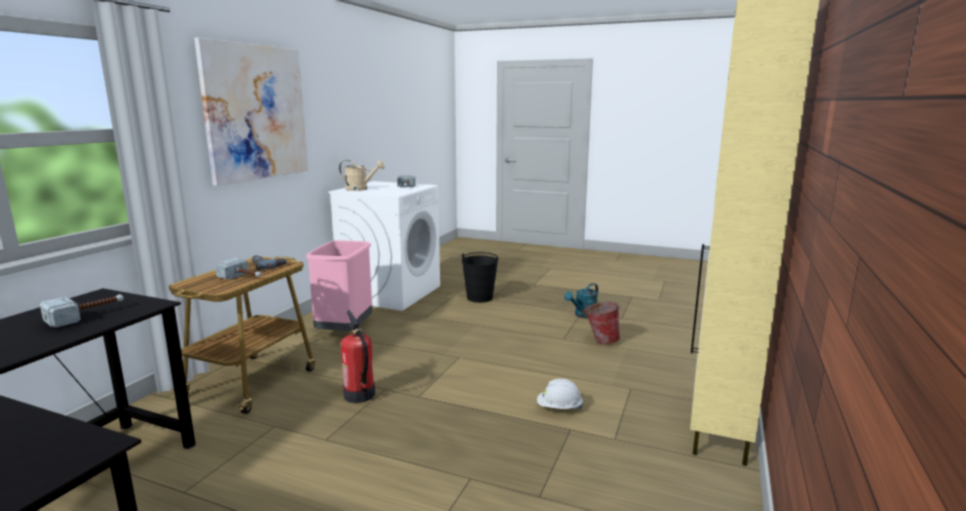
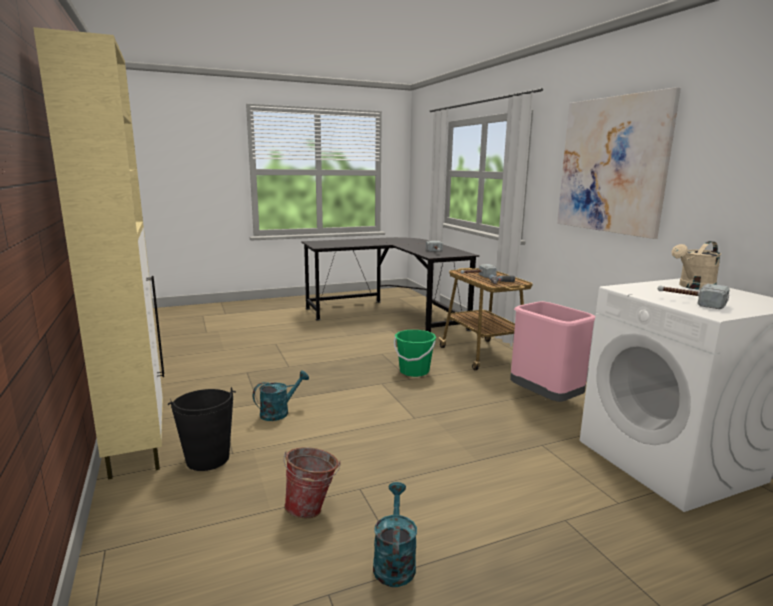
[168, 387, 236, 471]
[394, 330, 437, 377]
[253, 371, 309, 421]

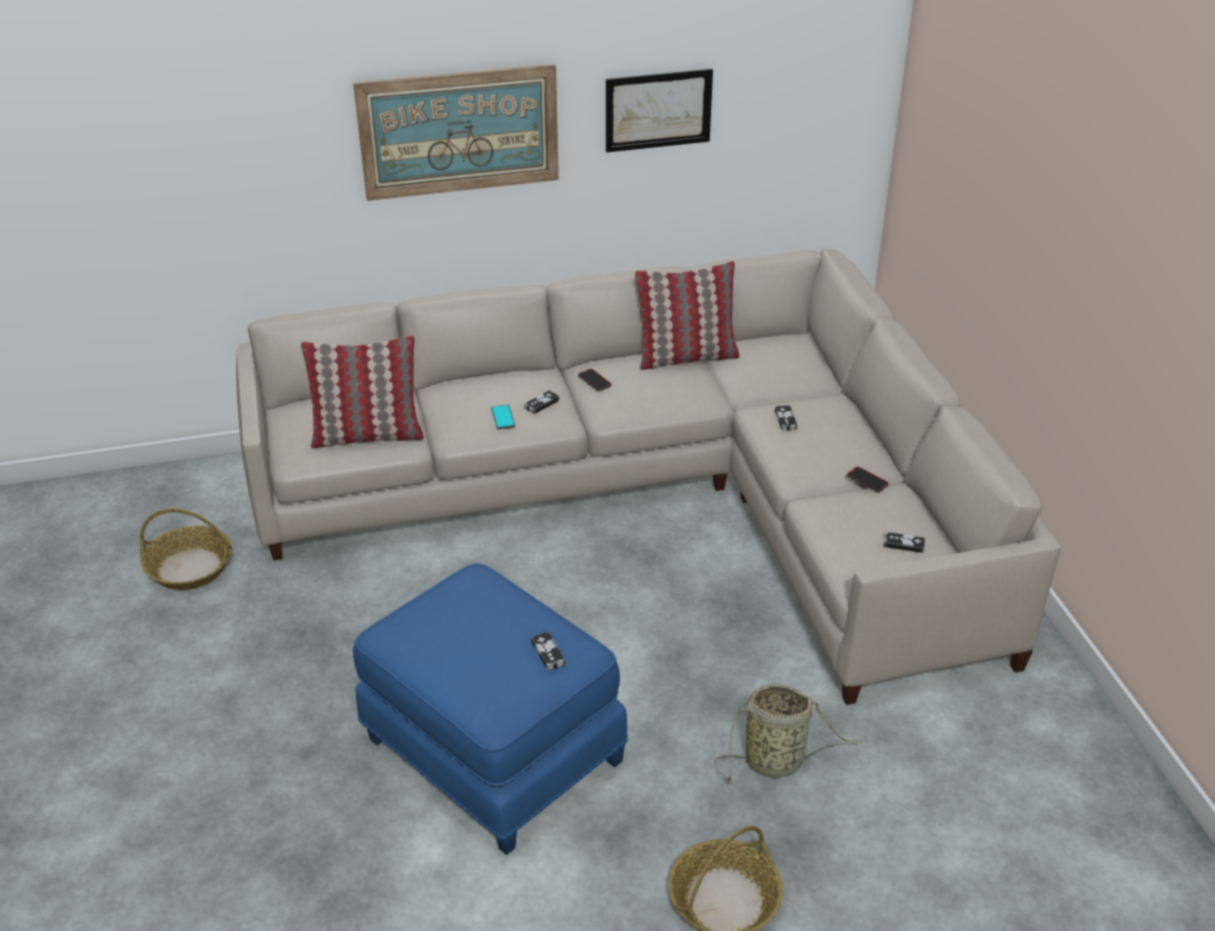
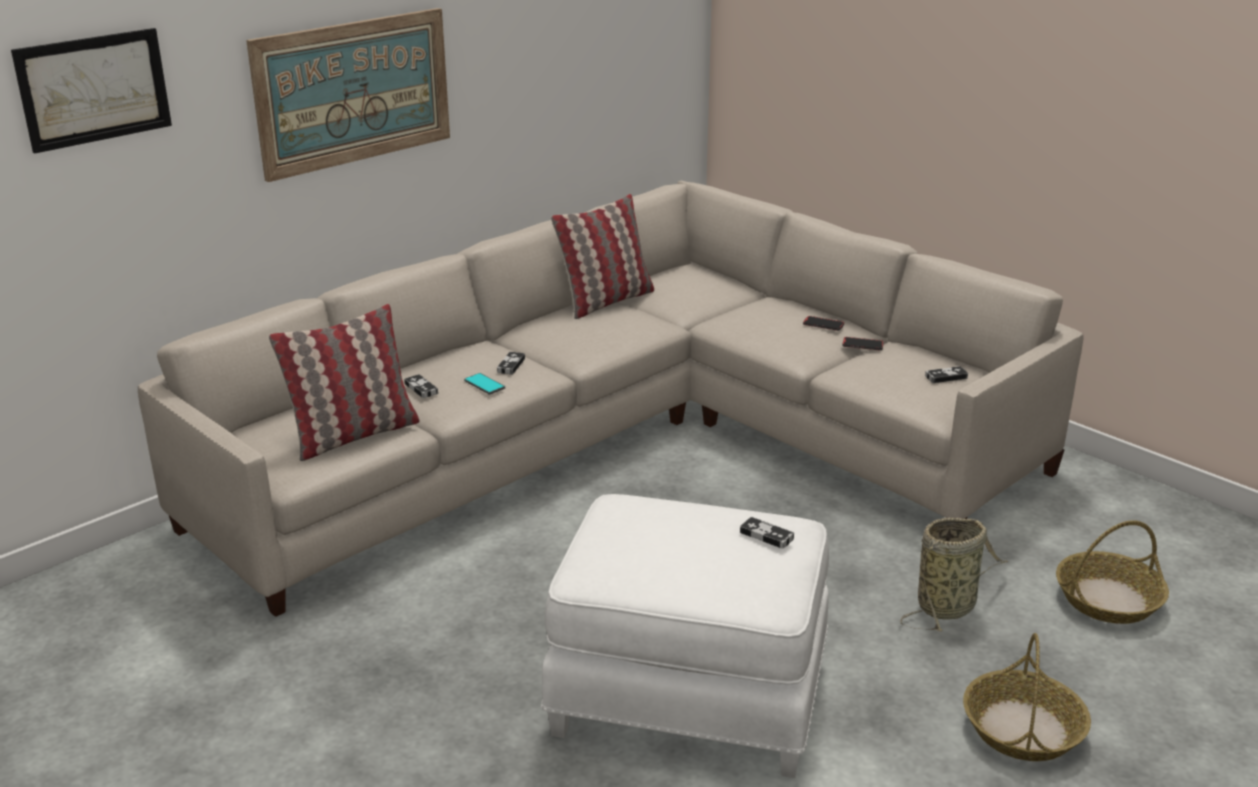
[1056, 520, 1169, 624]
[803, 316, 844, 331]
[11, 28, 172, 154]
[404, 374, 438, 398]
[541, 494, 829, 778]

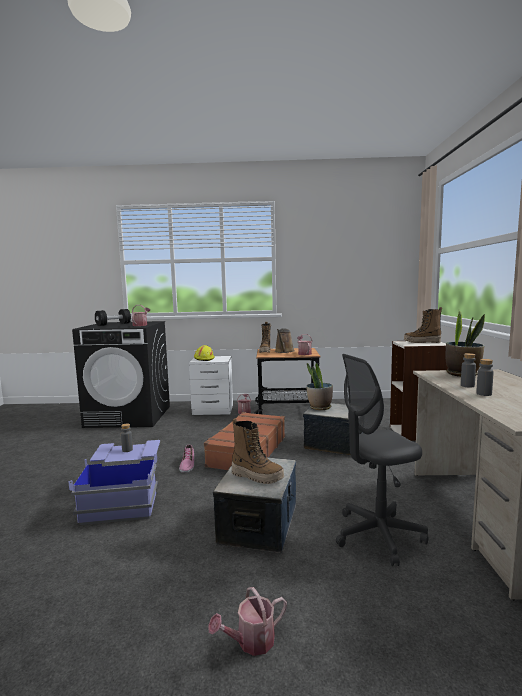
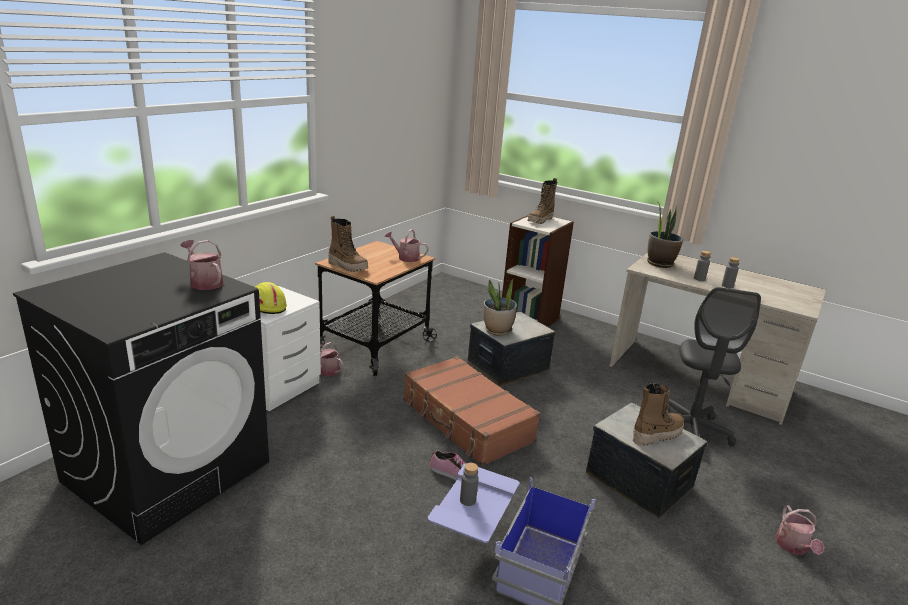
[95, 309, 131, 326] (first image)
[275, 329, 294, 353] (first image)

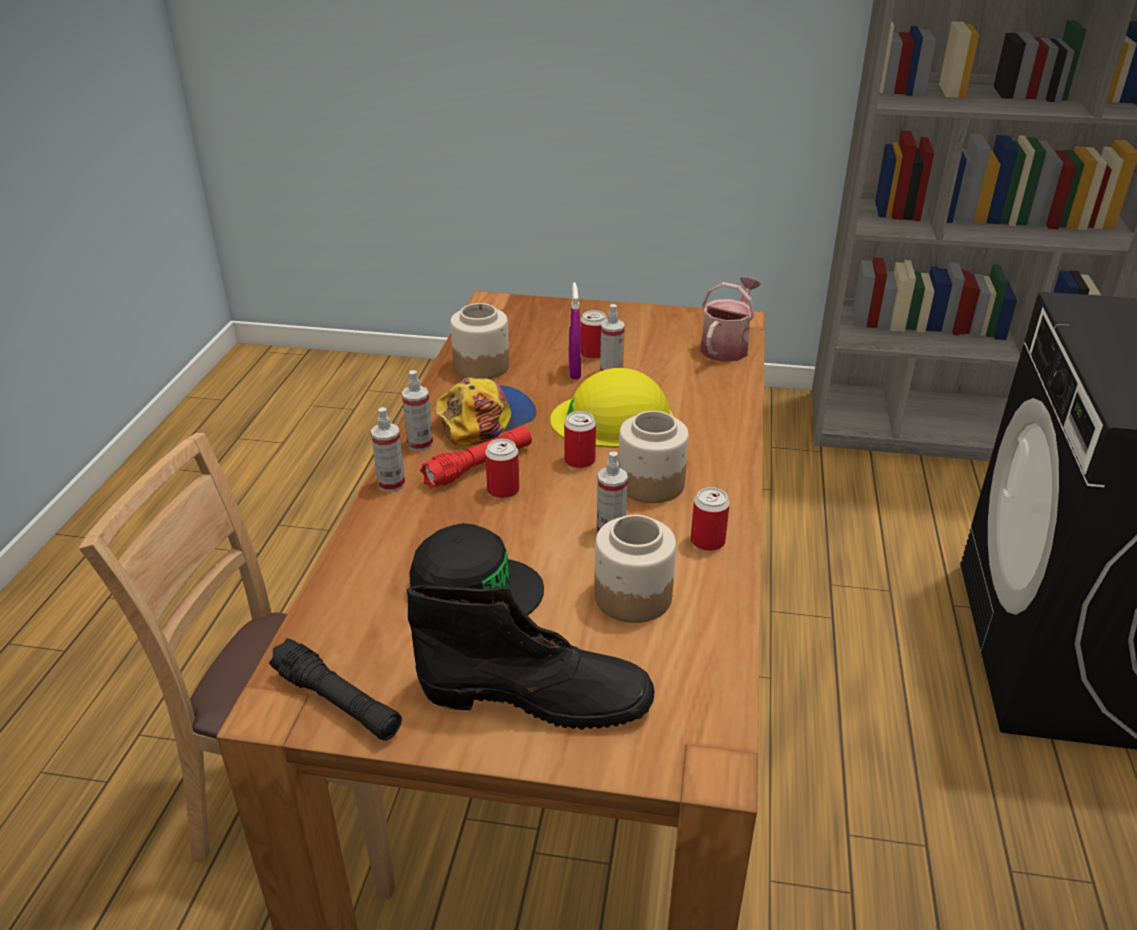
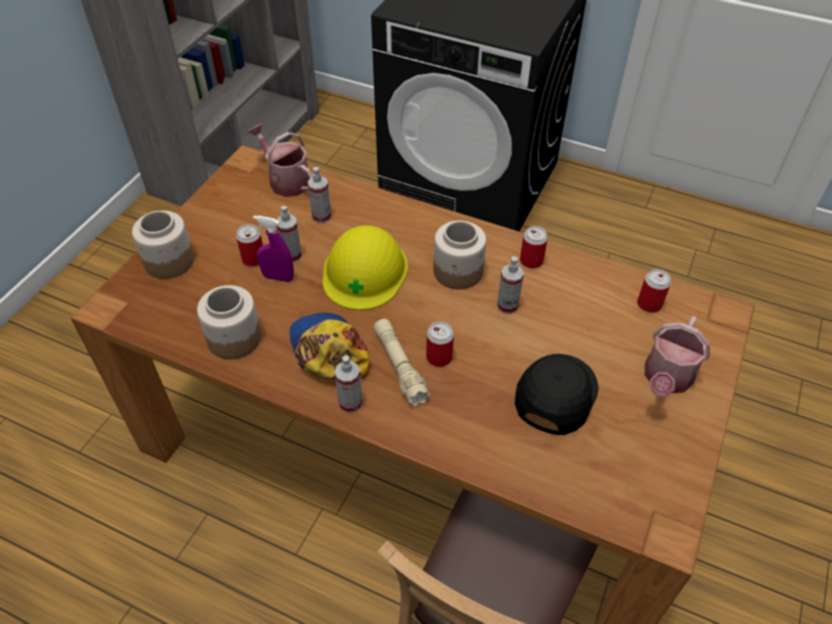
[269, 638, 402, 741] (first image)
[308, 167, 331, 223]
[637, 269, 671, 313]
[132, 211, 194, 279]
[645, 316, 710, 397]
[373, 319, 431, 407]

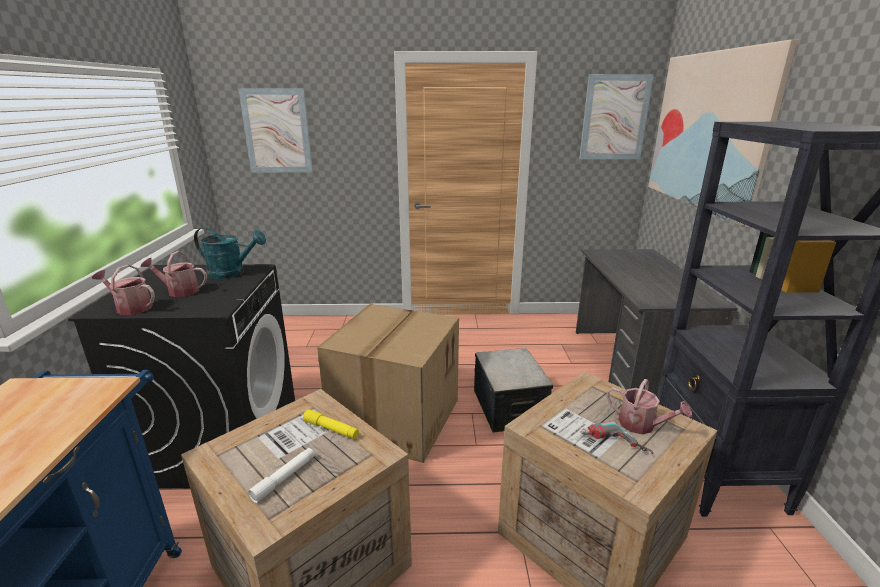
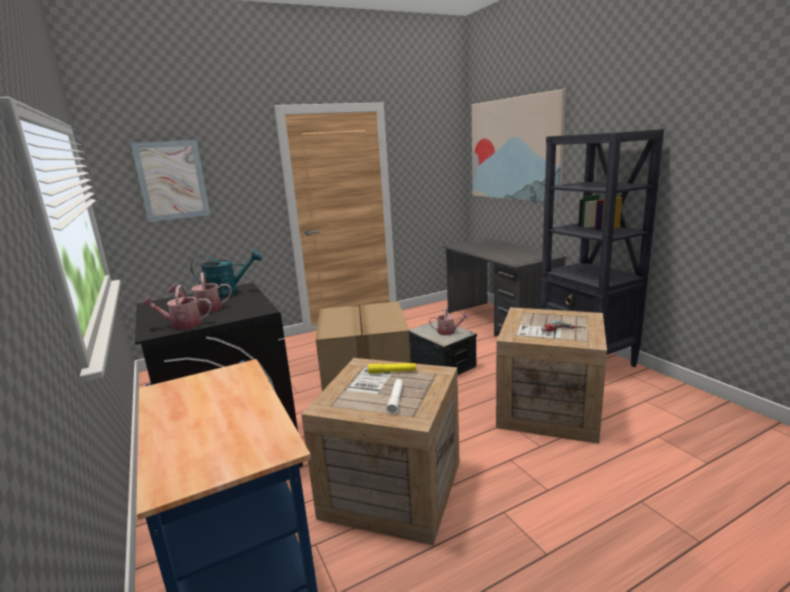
[579, 74, 654, 159] (first image)
[429, 307, 469, 335]

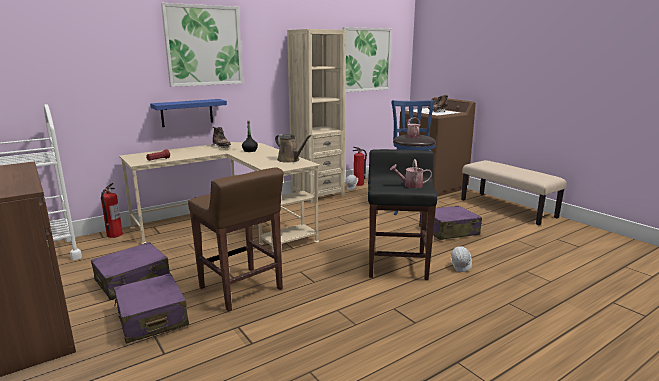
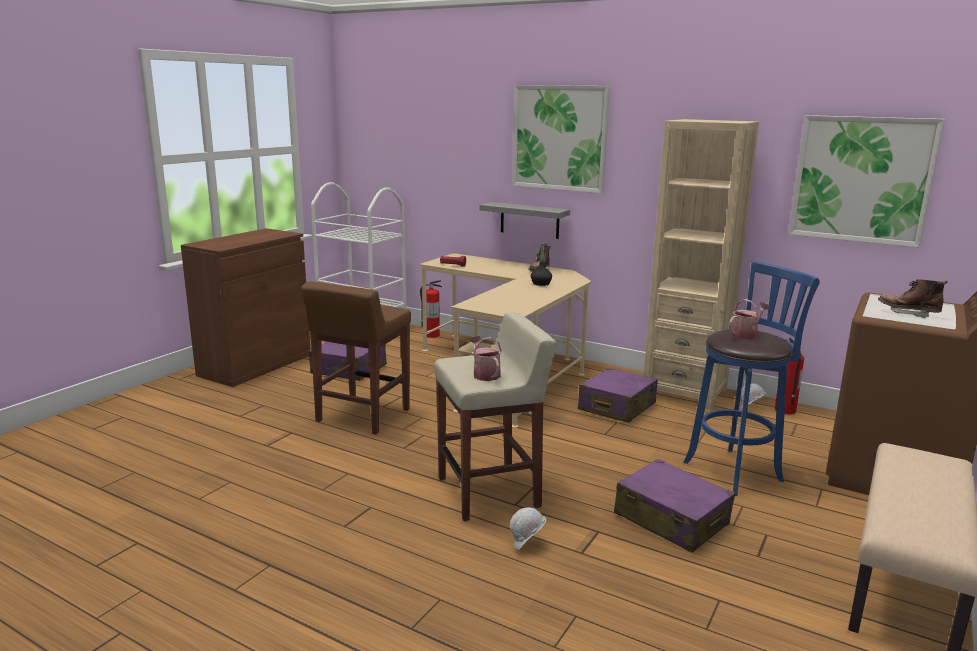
[275, 134, 311, 163] (first image)
[578, 368, 658, 423]
[480, 202, 570, 239]
[434, 312, 557, 521]

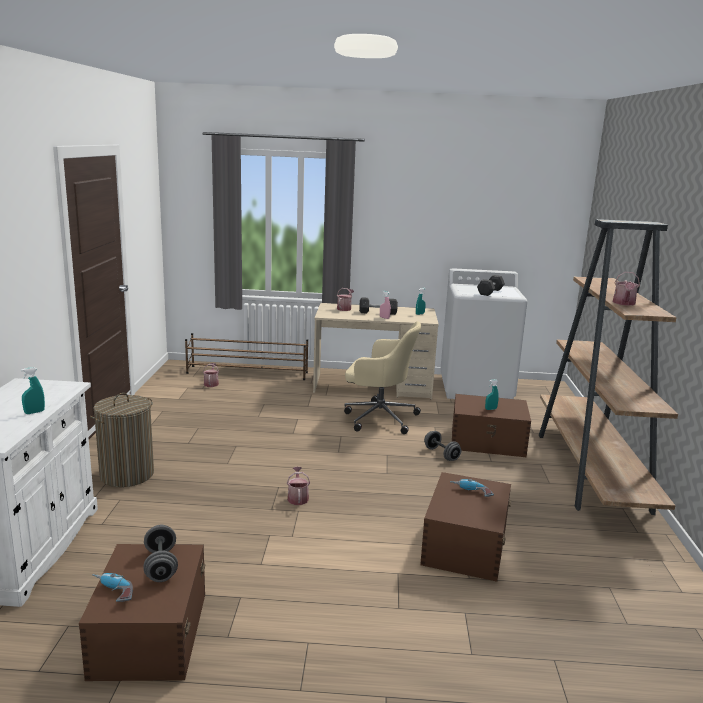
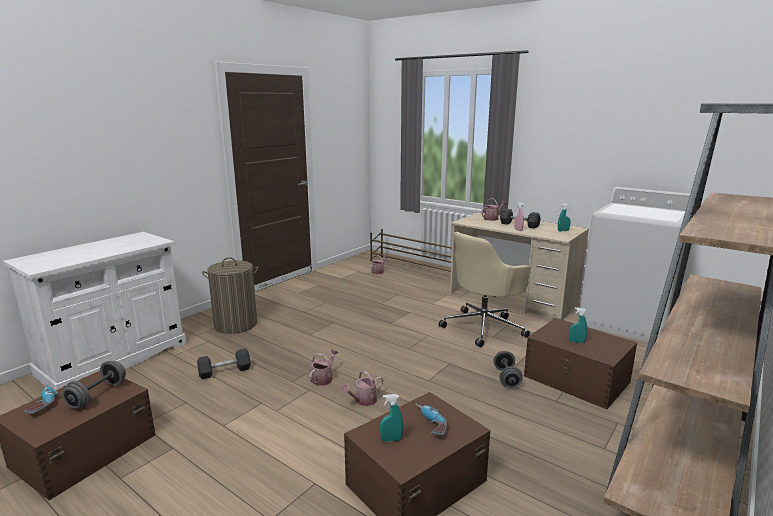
[380, 394, 403, 442]
[197, 349, 251, 379]
[341, 371, 383, 406]
[439, 232, 531, 347]

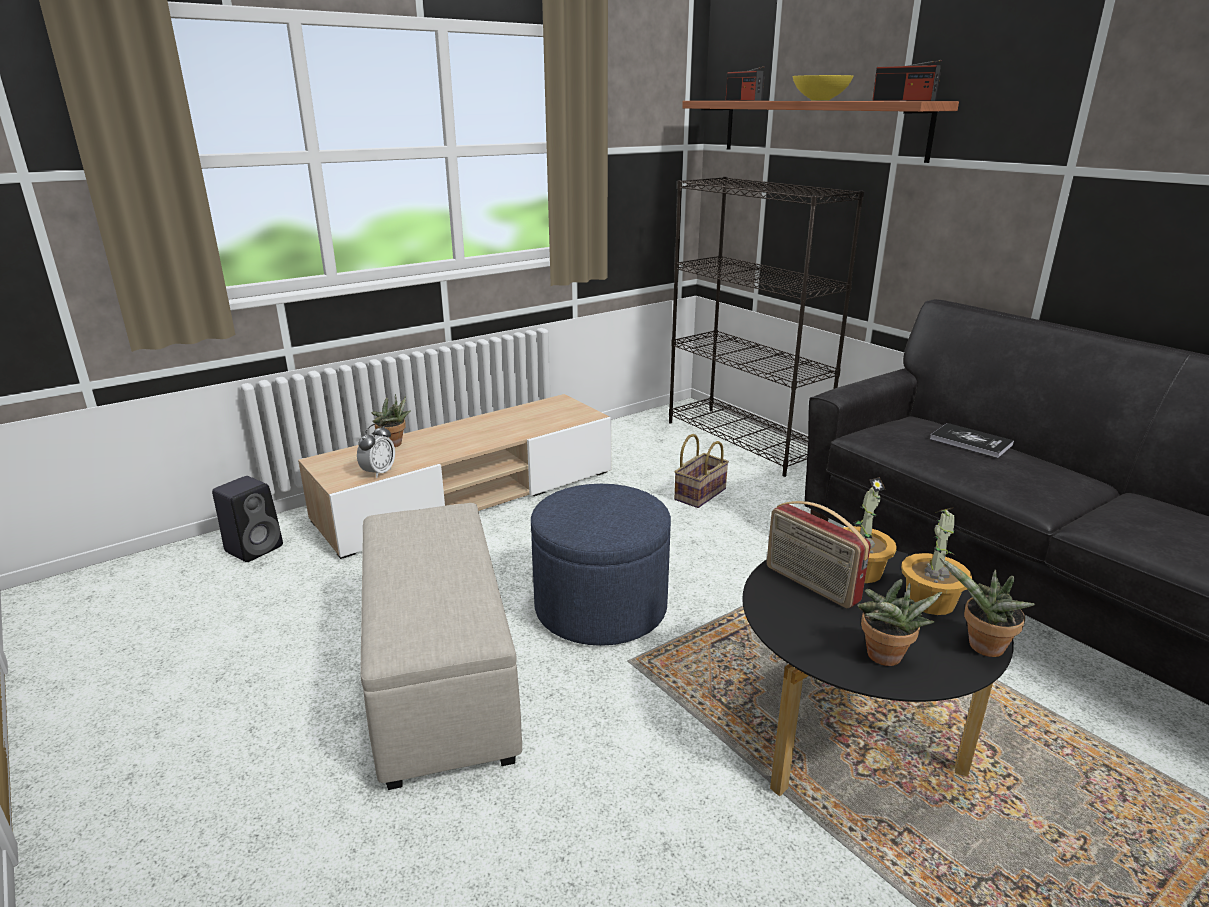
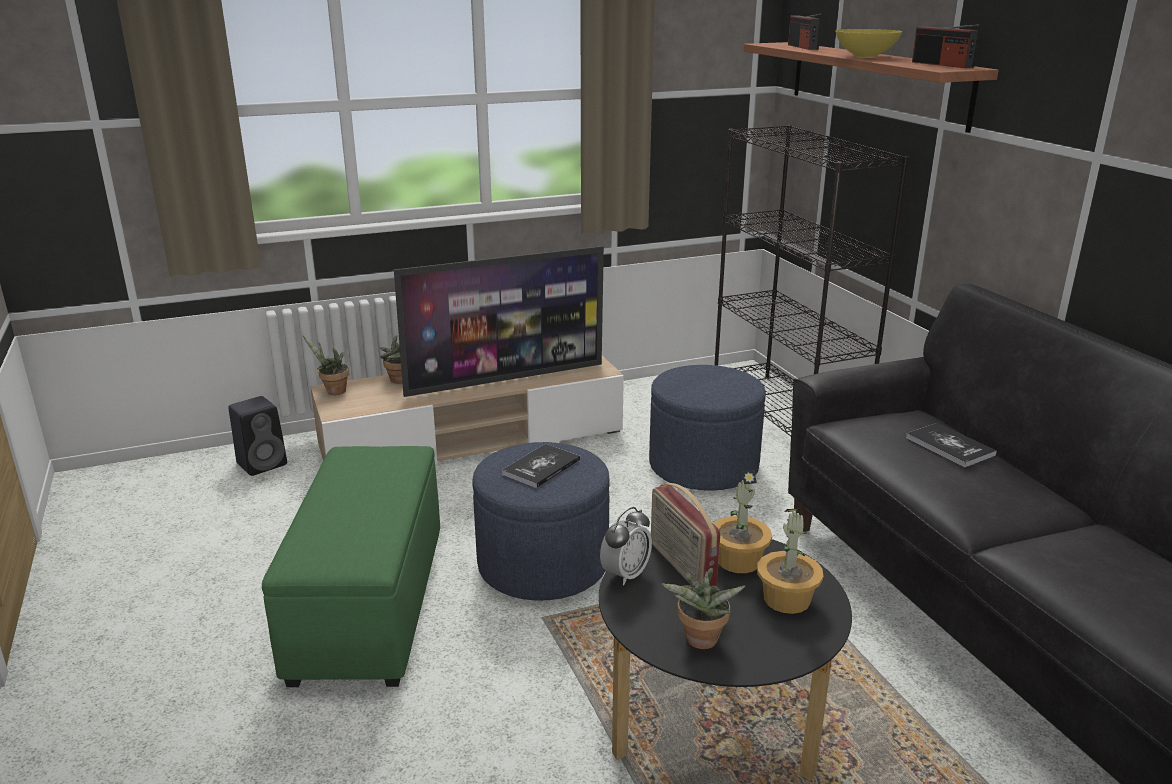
[394, 246, 604, 397]
[502, 444, 580, 488]
[600, 507, 652, 586]
[303, 335, 349, 395]
[649, 365, 766, 491]
[262, 446, 440, 687]

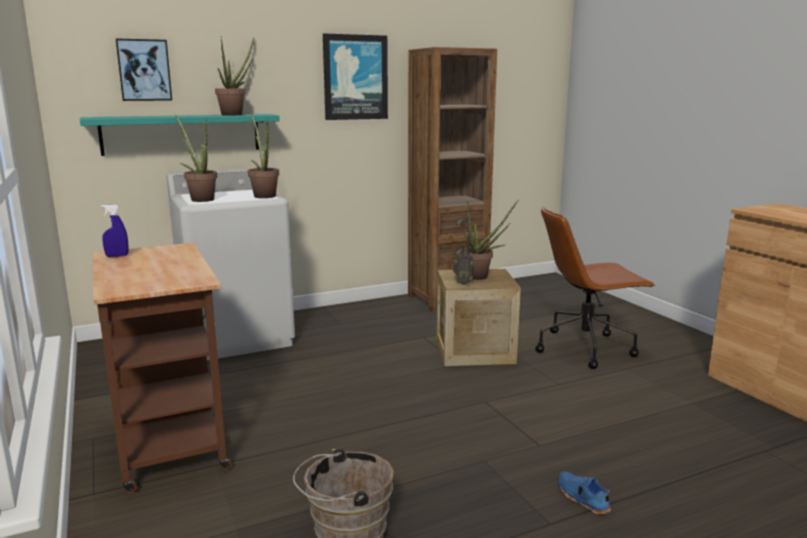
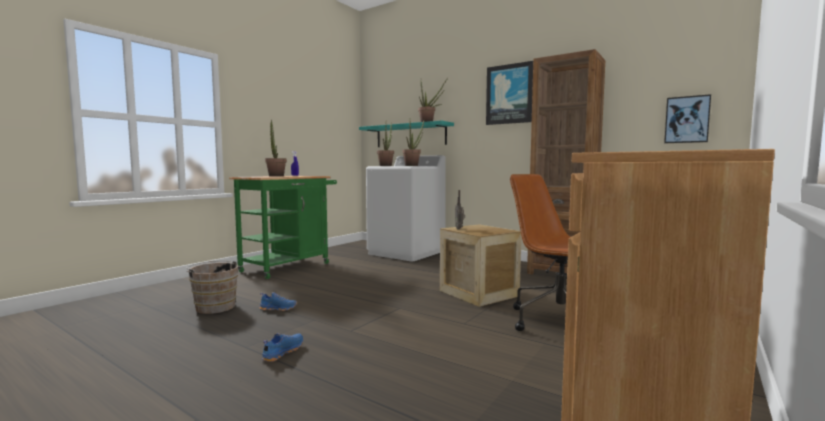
[259, 292, 297, 311]
[664, 94, 711, 143]
[265, 120, 287, 177]
[229, 176, 337, 279]

